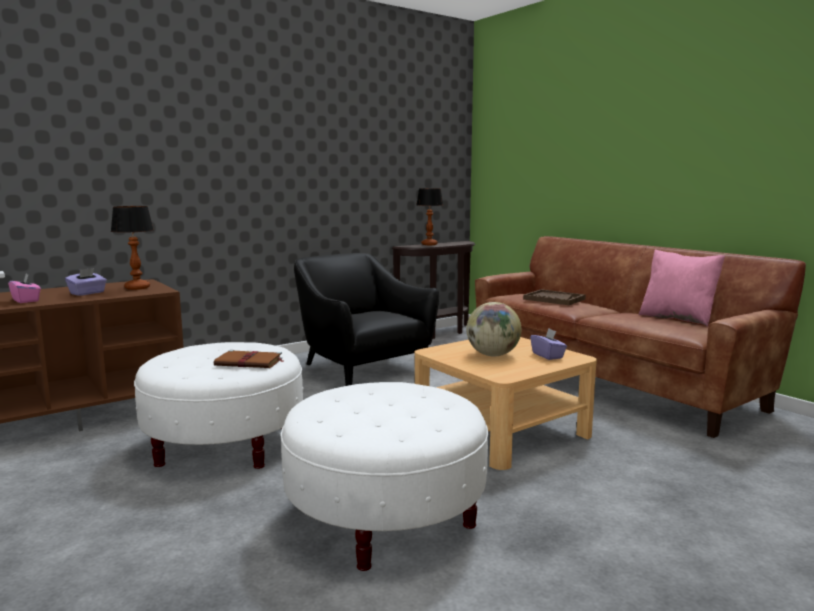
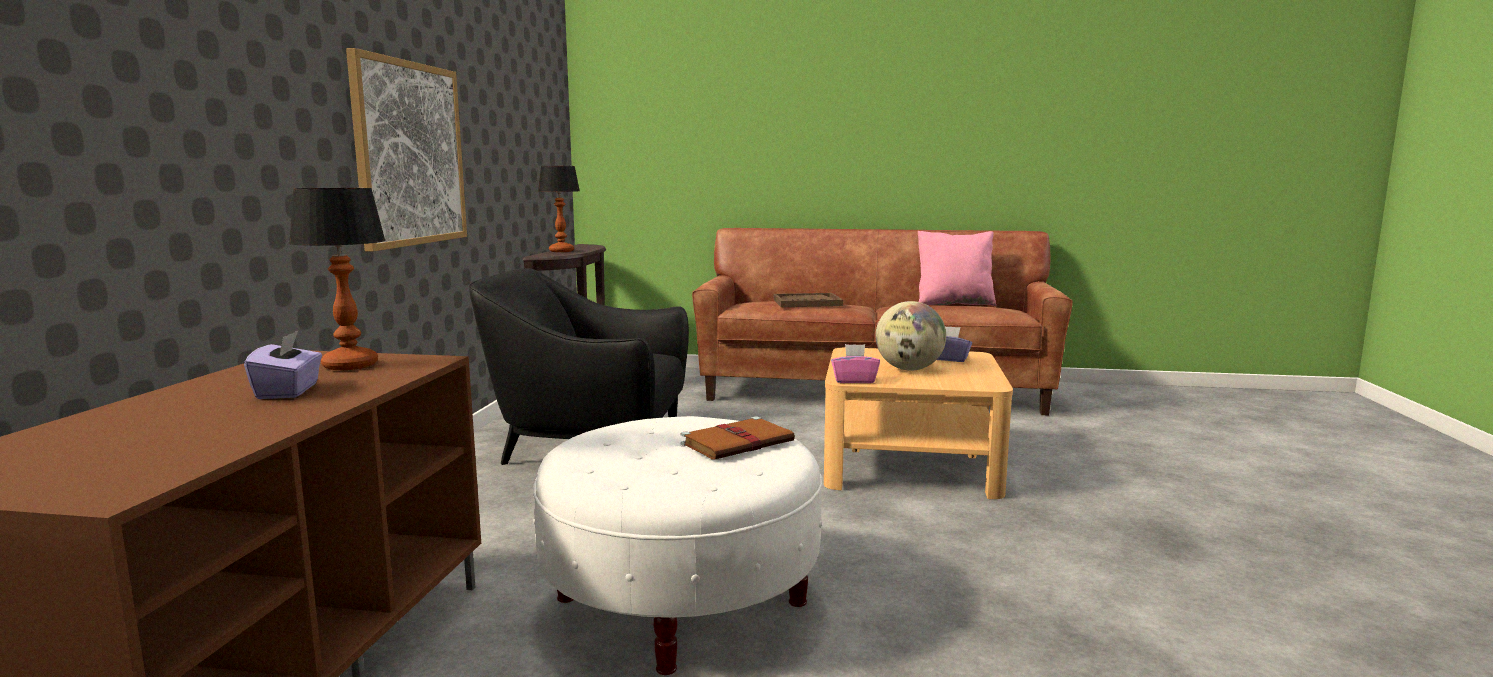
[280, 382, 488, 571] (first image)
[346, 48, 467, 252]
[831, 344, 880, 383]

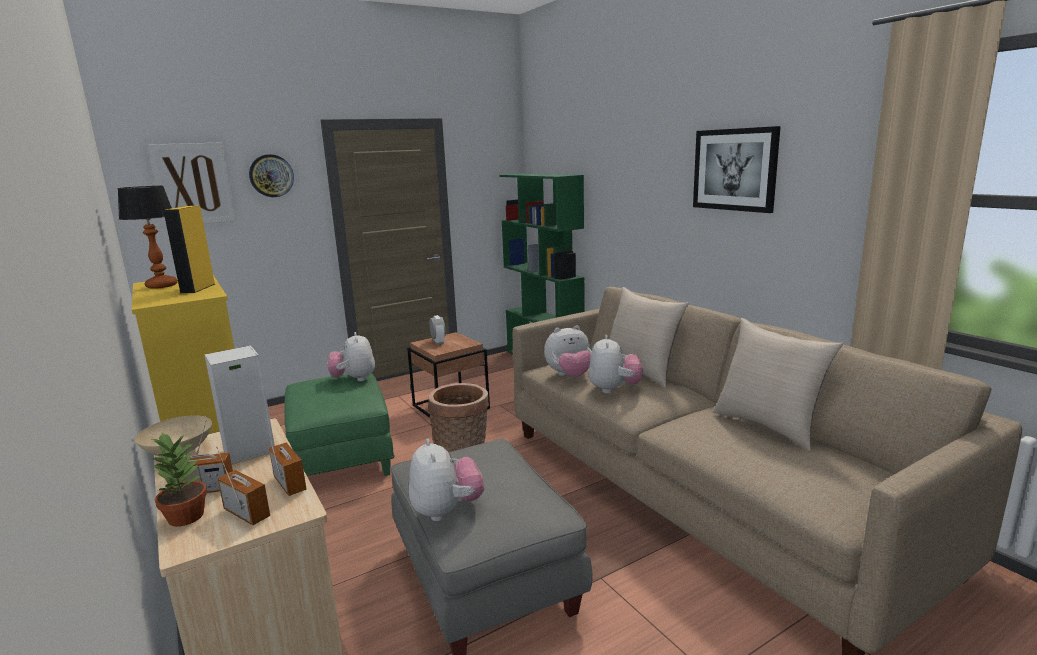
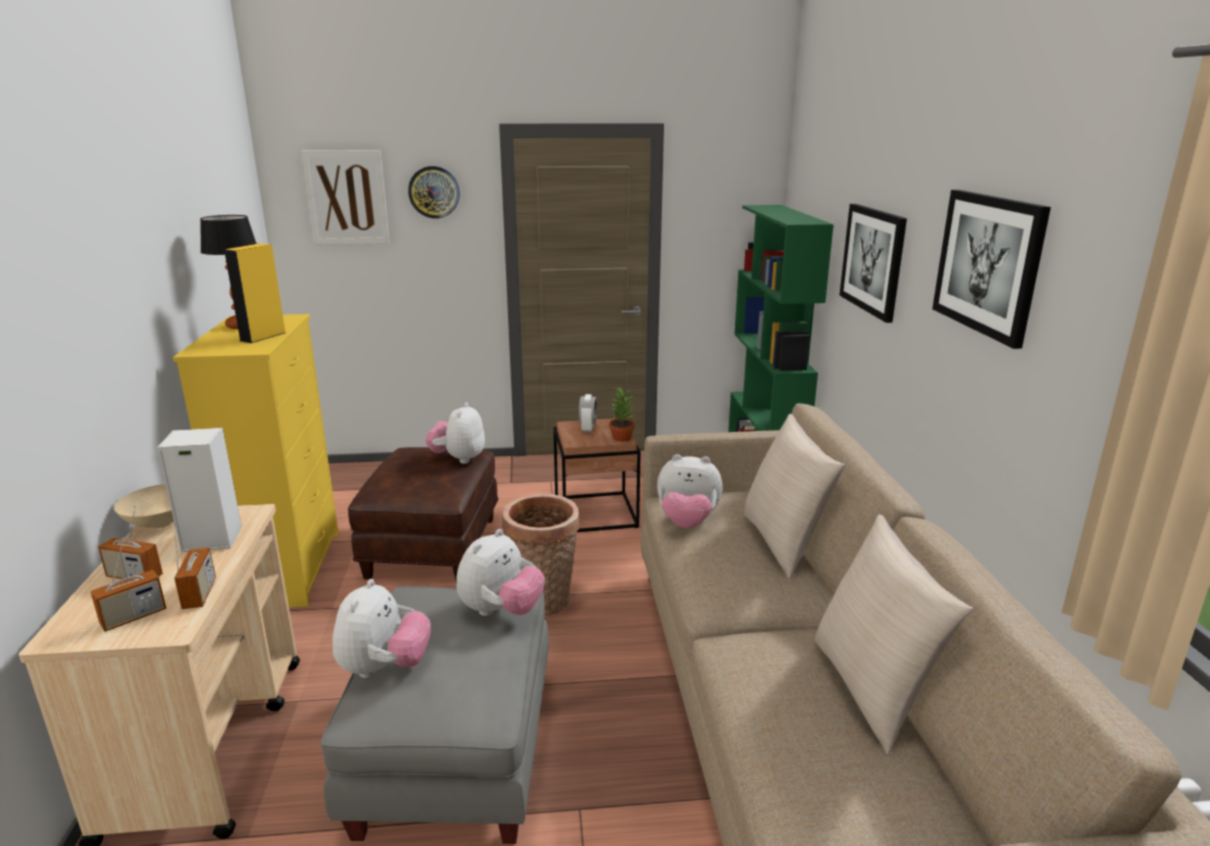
[839, 204, 907, 323]
[609, 386, 635, 442]
[456, 529, 545, 616]
[348, 447, 498, 580]
[90, 537, 166, 632]

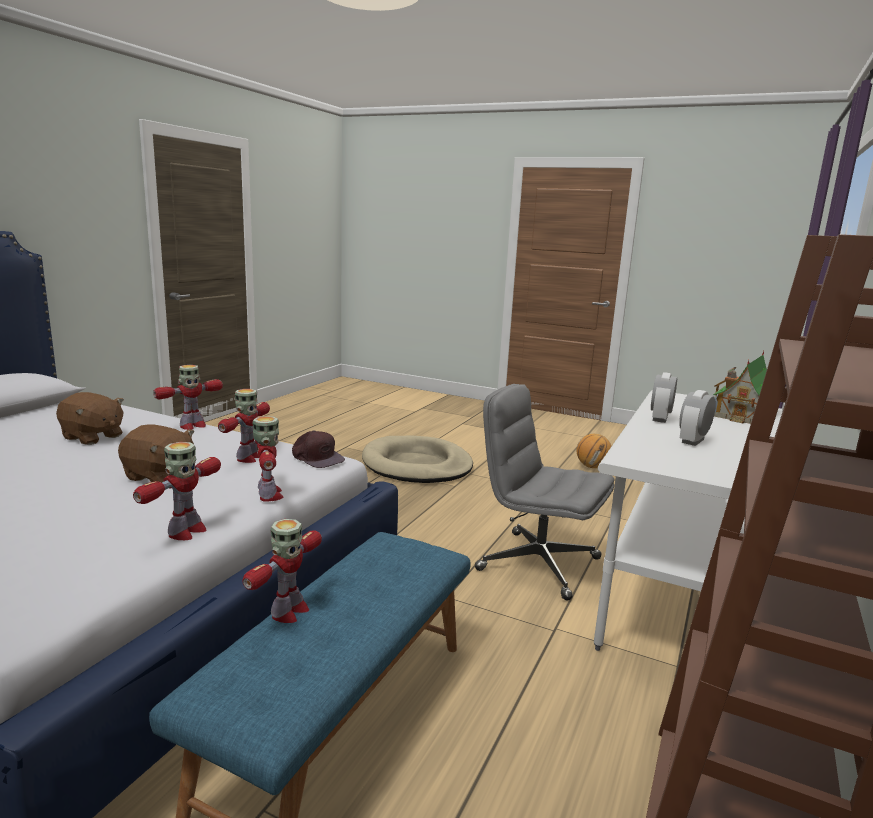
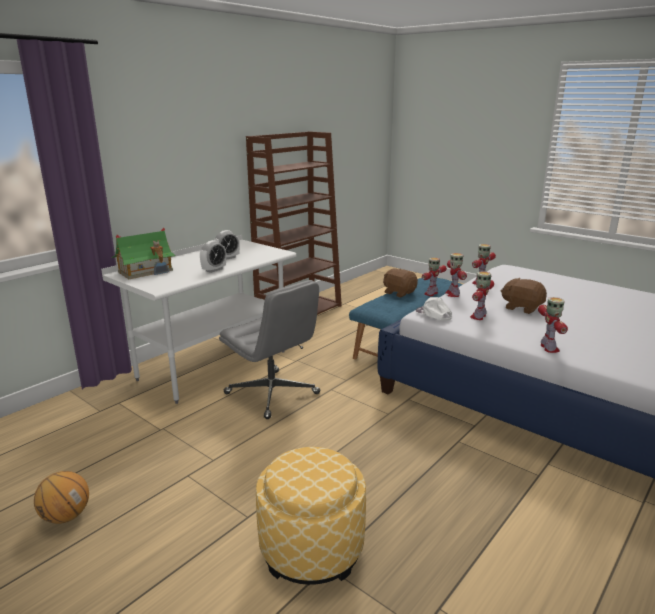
[383, 268, 418, 297]
[256, 447, 366, 585]
[416, 297, 452, 321]
[538, 297, 568, 353]

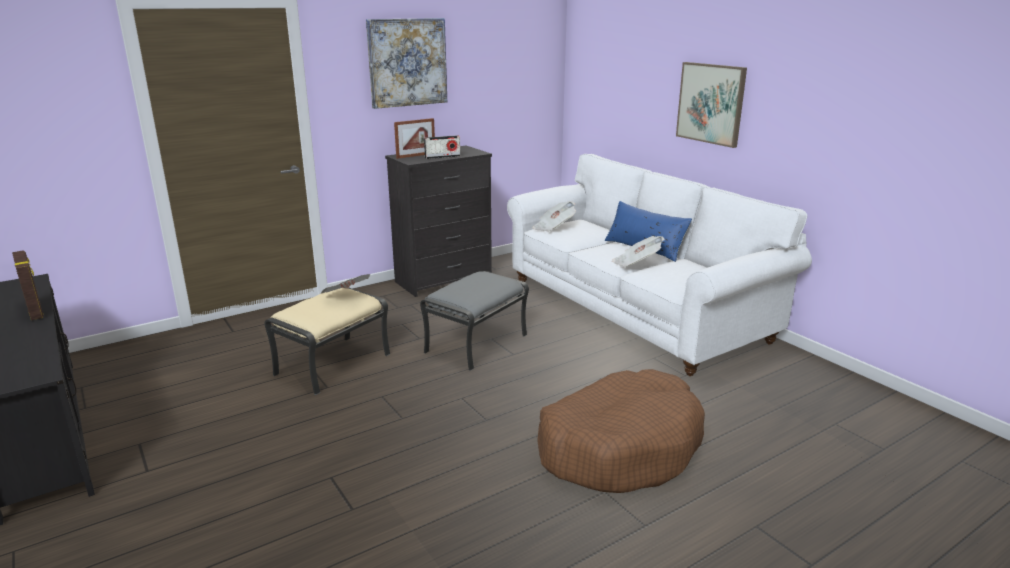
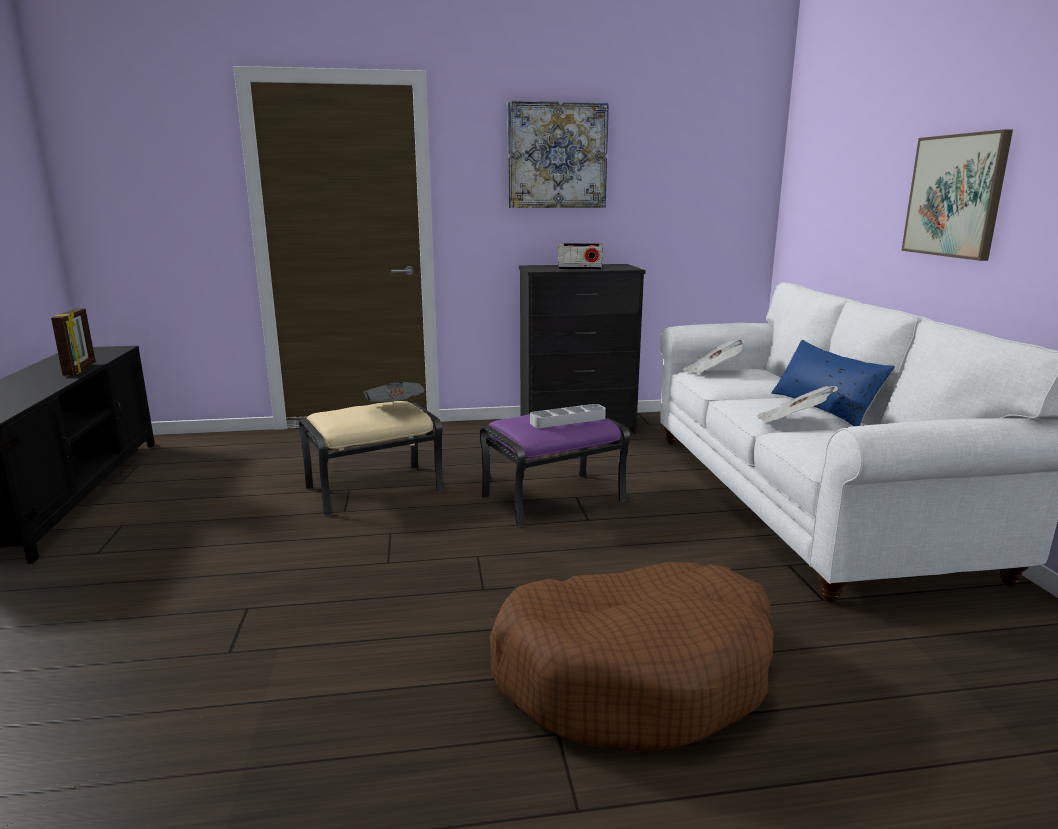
[394, 118, 435, 159] (first image)
[530, 404, 606, 428]
[480, 414, 630, 528]

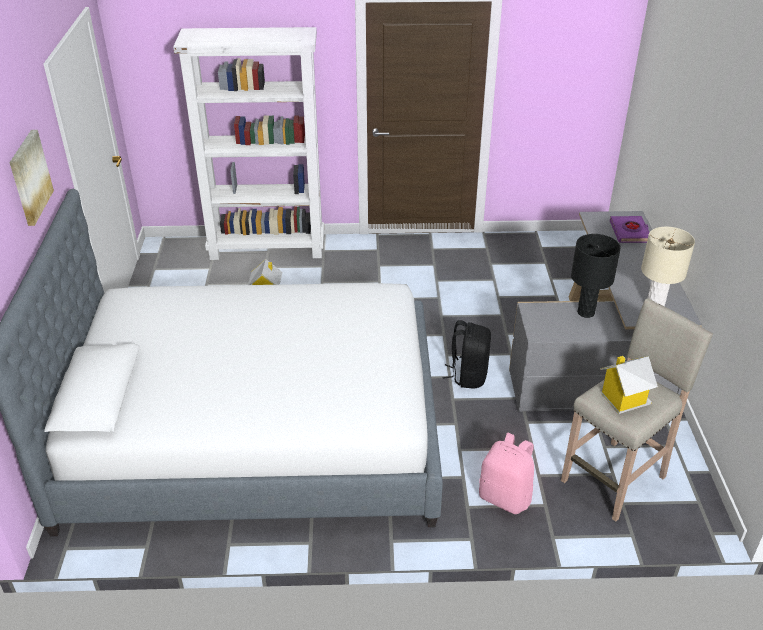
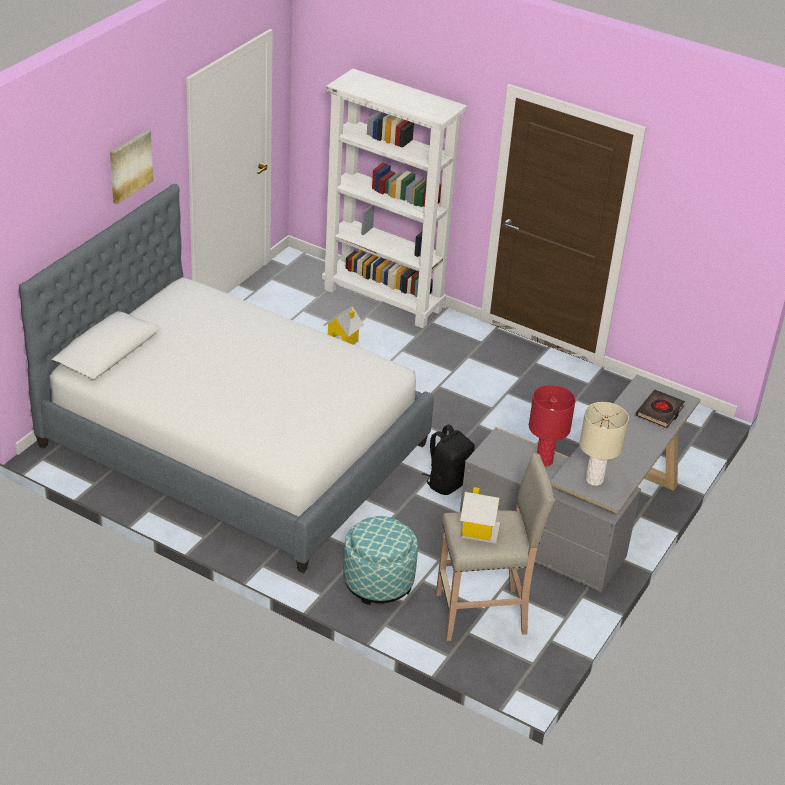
[343, 516, 418, 605]
[529, 385, 576, 466]
[636, 390, 685, 428]

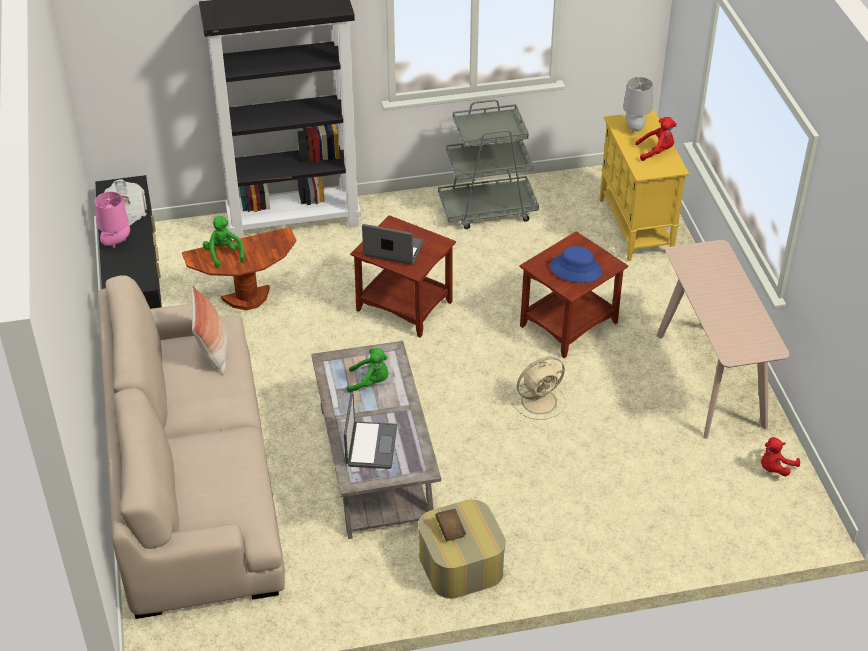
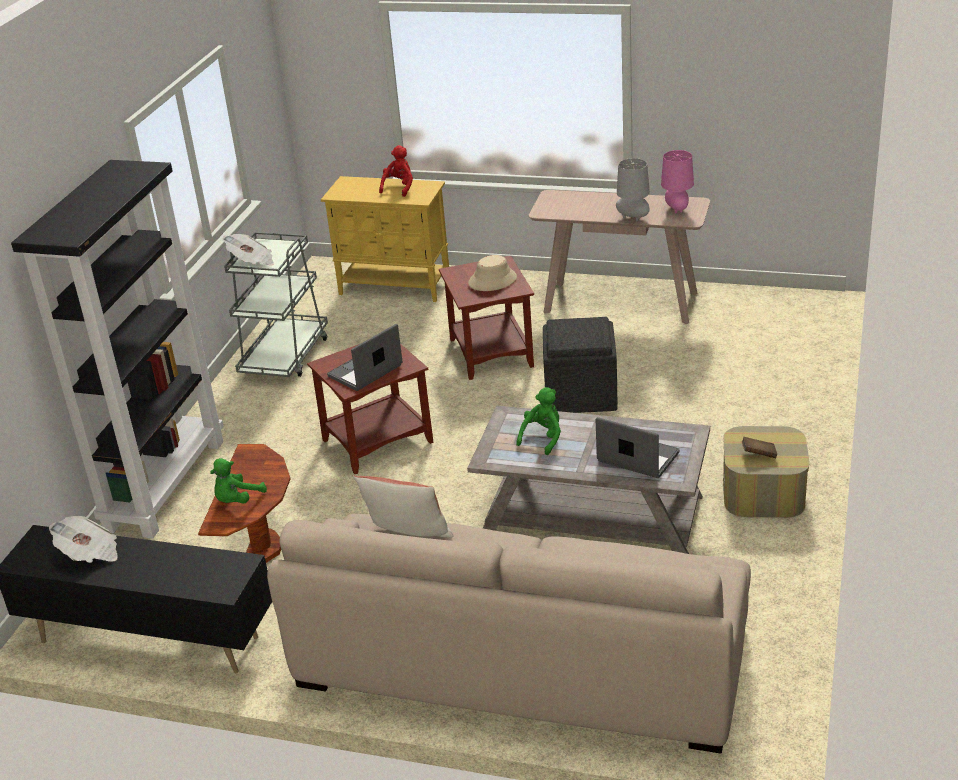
[761, 437, 800, 476] (first image)
[222, 234, 274, 265]
[661, 150, 694, 213]
[616, 158, 650, 221]
[543, 317, 618, 413]
[468, 255, 517, 291]
[210, 458, 267, 503]

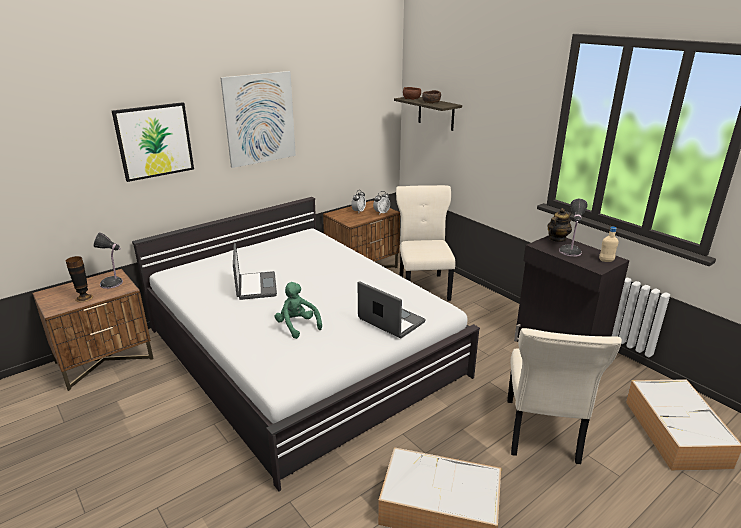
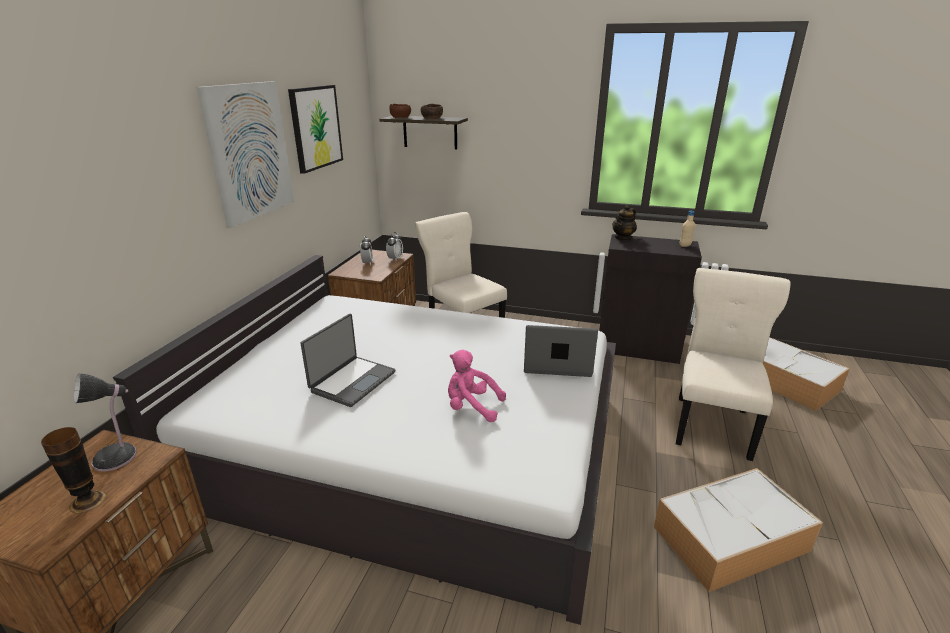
[559, 199, 588, 257] (first image)
[288, 85, 343, 174]
[448, 350, 506, 422]
[301, 314, 395, 407]
[676, 268, 791, 461]
[612, 205, 637, 241]

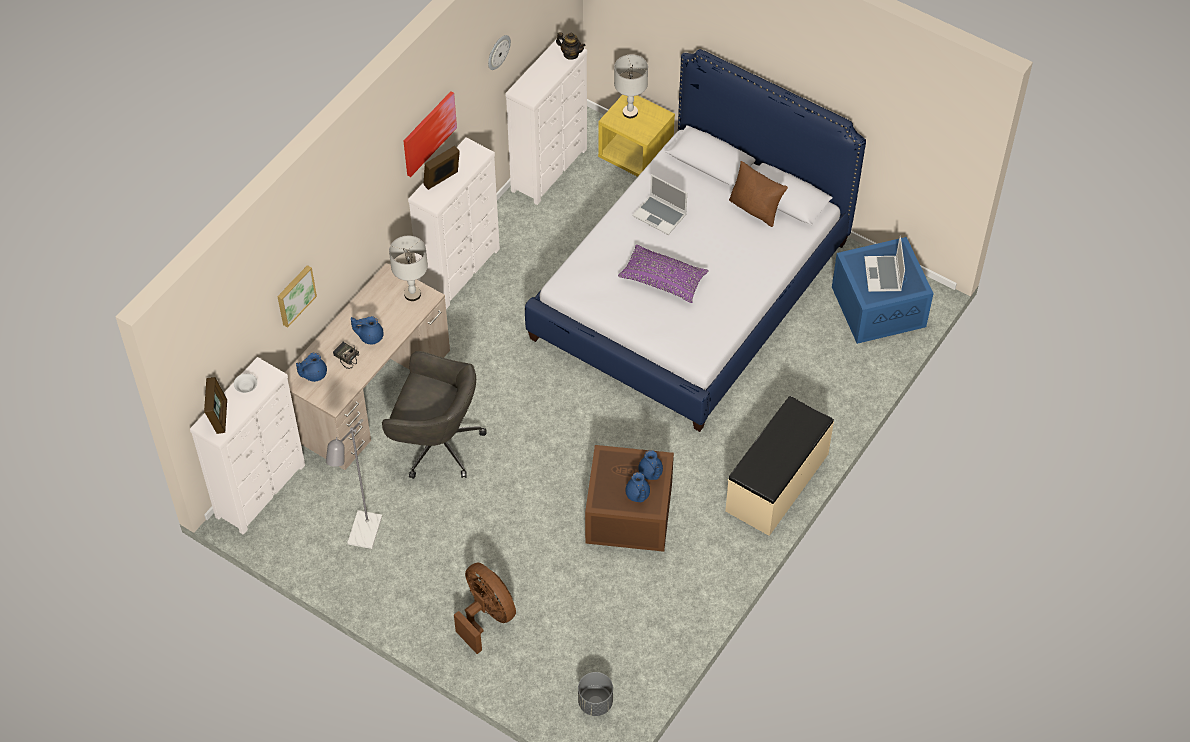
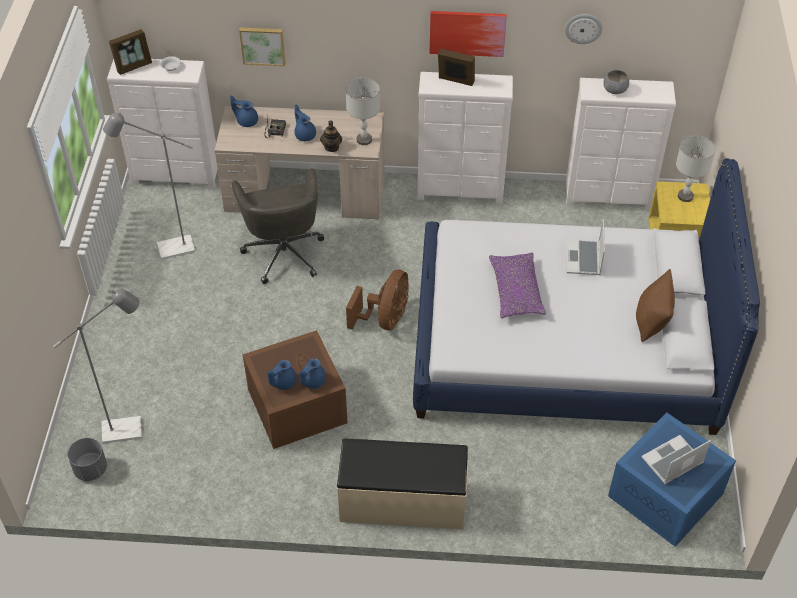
[53, 289, 142, 443]
[603, 70, 629, 94]
[346, 270, 409, 330]
[320, 121, 343, 152]

